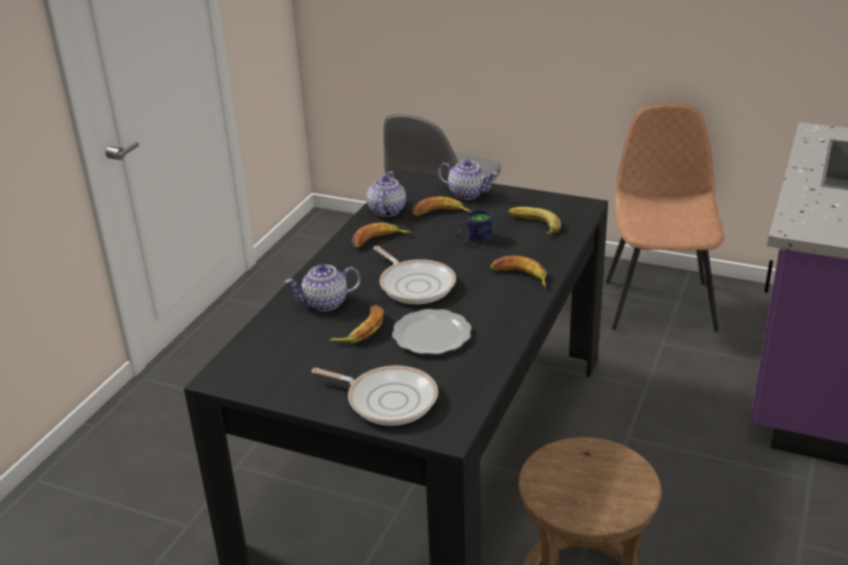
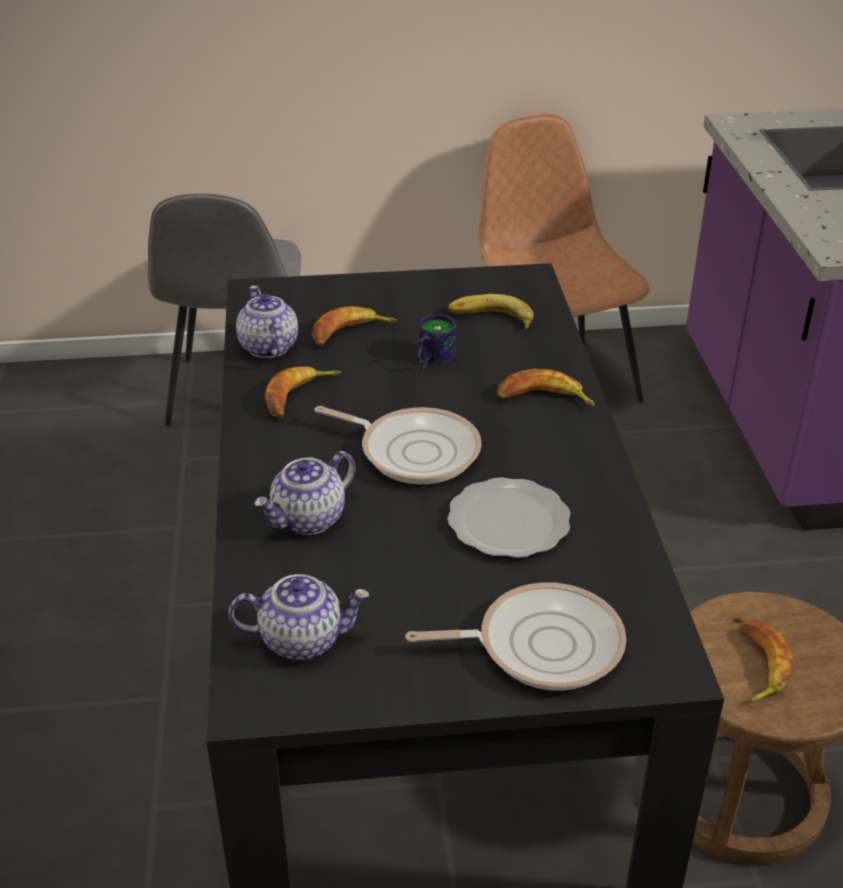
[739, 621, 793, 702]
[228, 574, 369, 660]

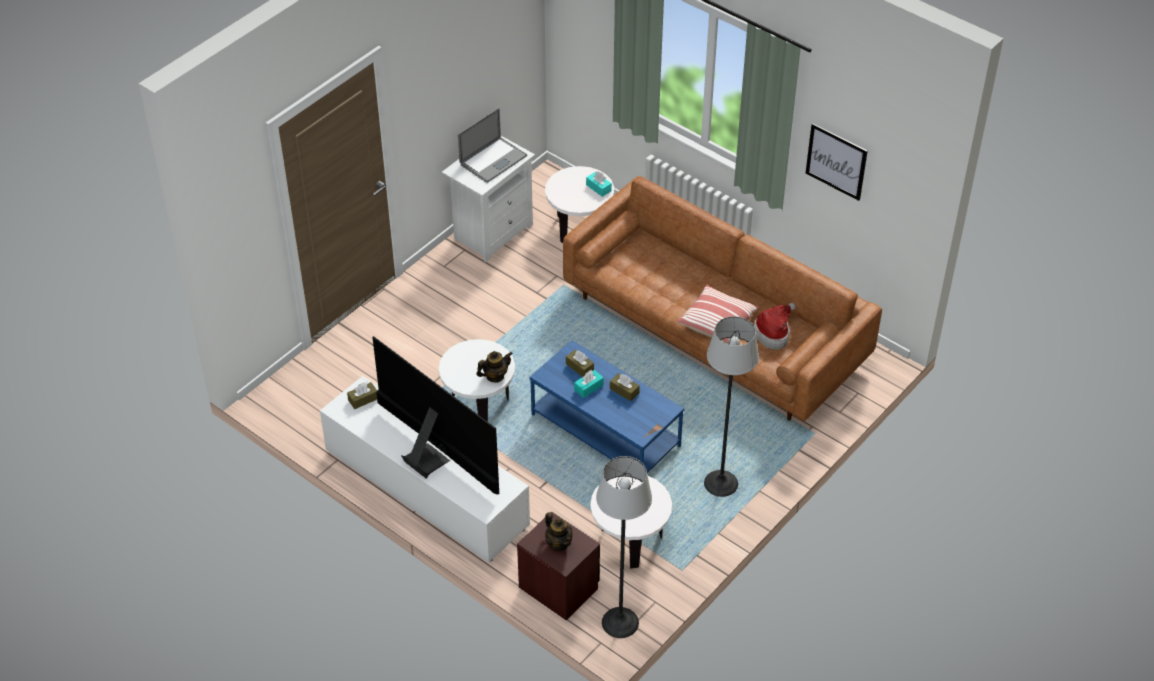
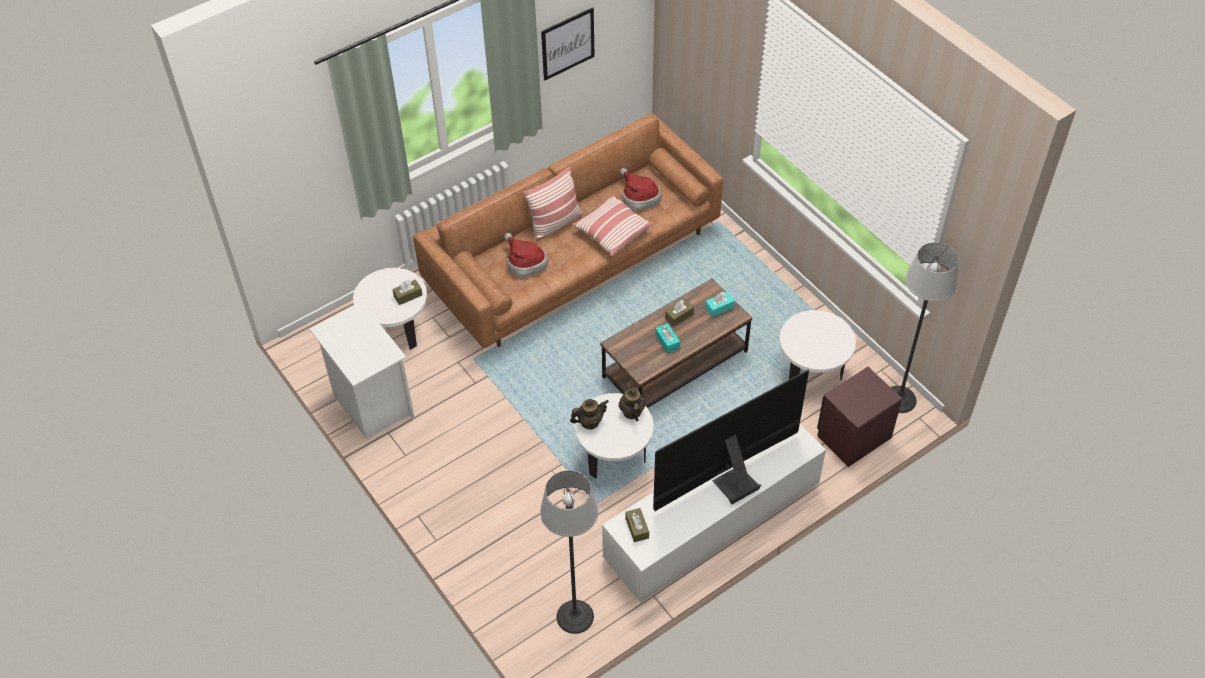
[458, 108, 527, 183] (first image)
[504, 233, 548, 279]
[523, 167, 583, 241]
[570, 399, 609, 430]
[392, 279, 422, 305]
[705, 292, 735, 317]
[540, 470, 599, 634]
[601, 279, 752, 408]

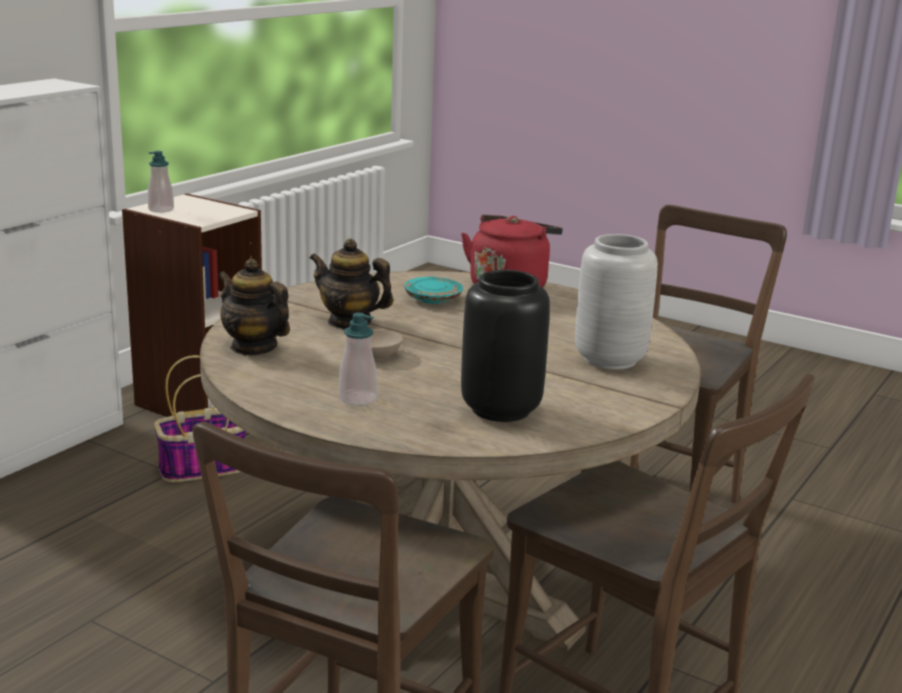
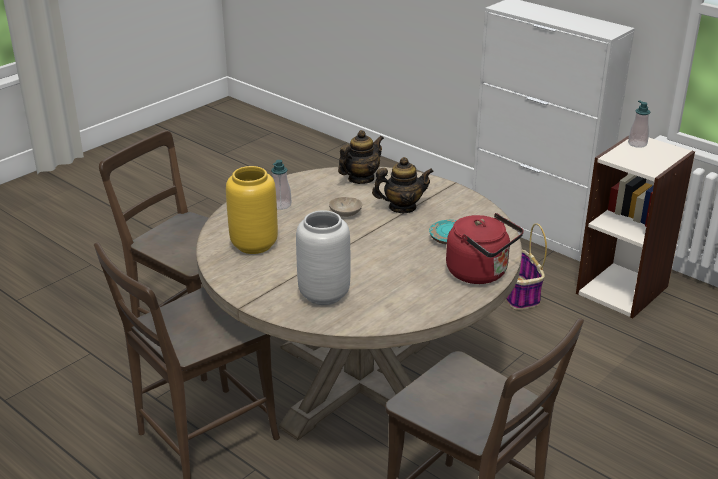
[226, 166, 278, 254]
[372, 157, 434, 213]

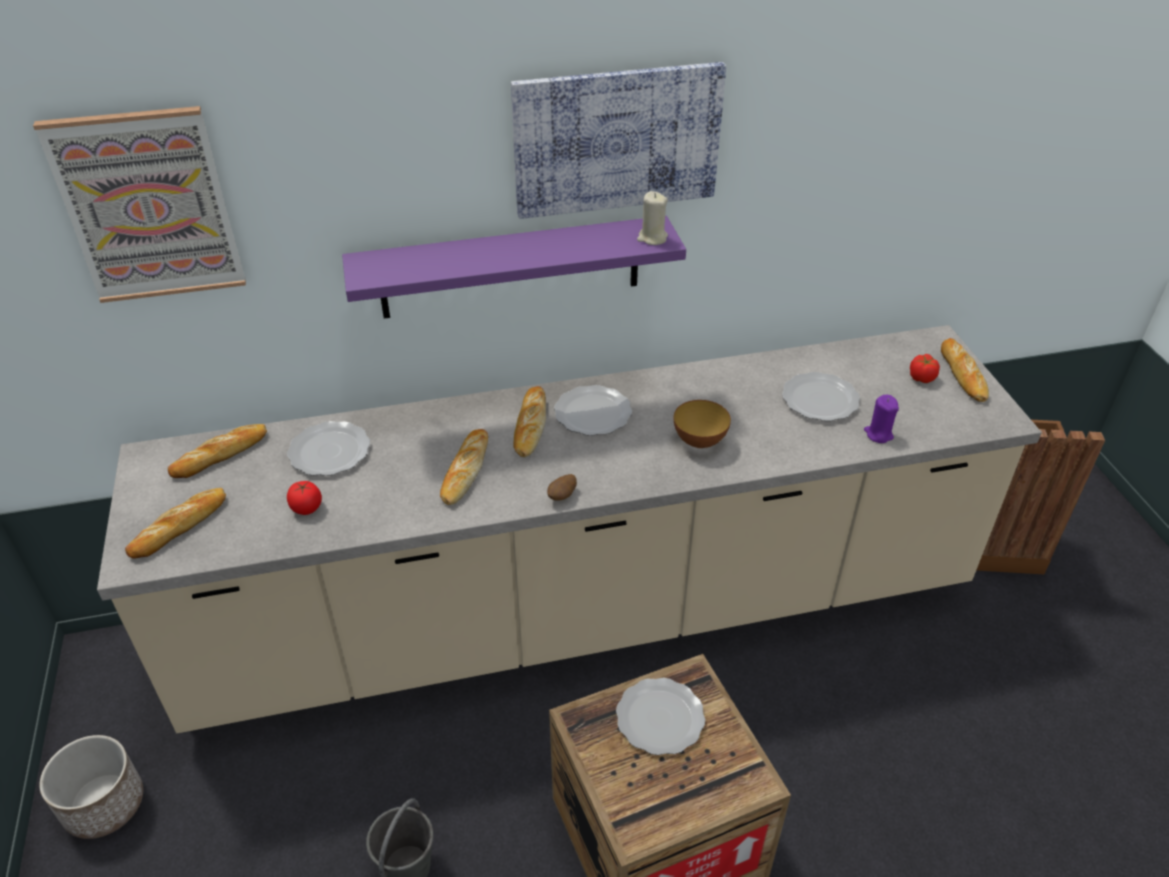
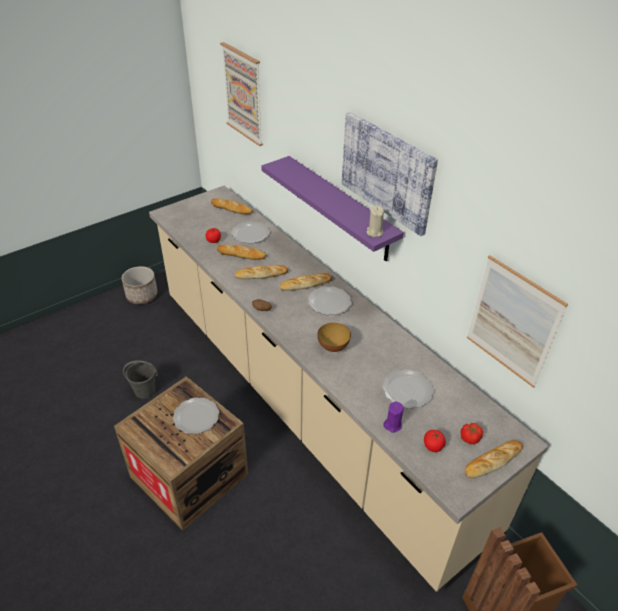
[424, 430, 446, 452]
[467, 255, 568, 388]
[217, 244, 267, 260]

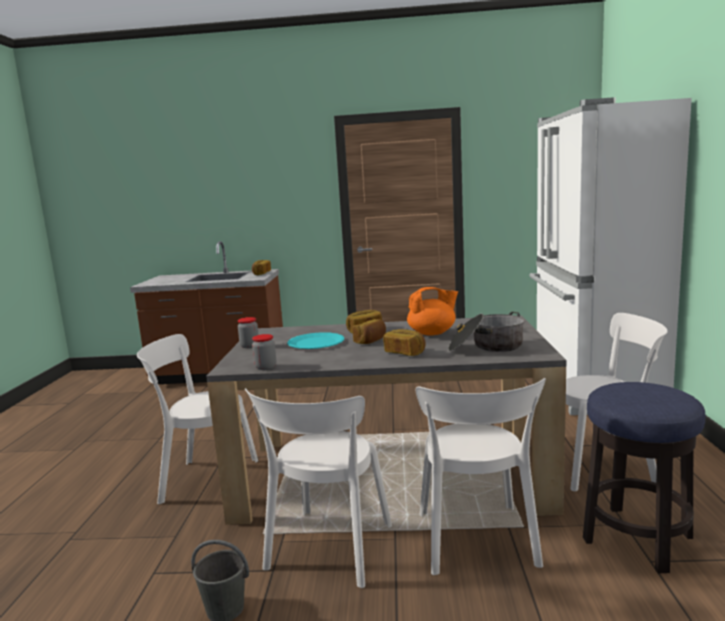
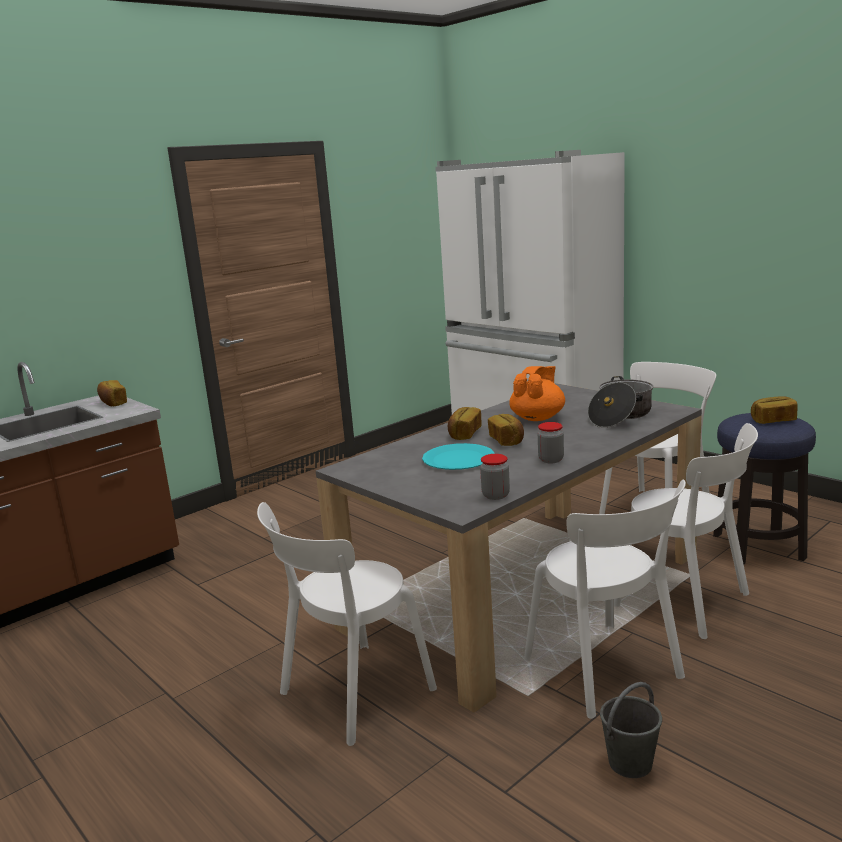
[538, 422, 564, 463]
[751, 396, 798, 424]

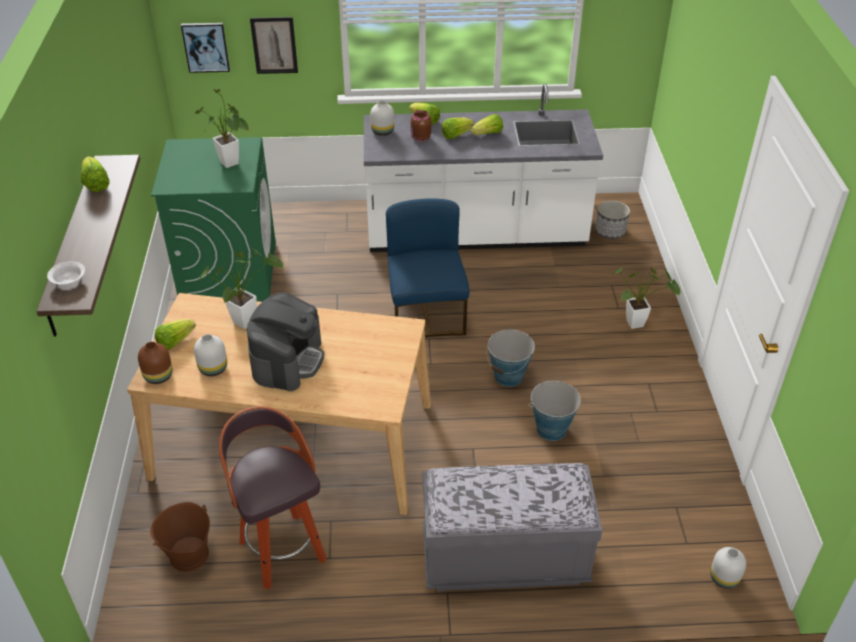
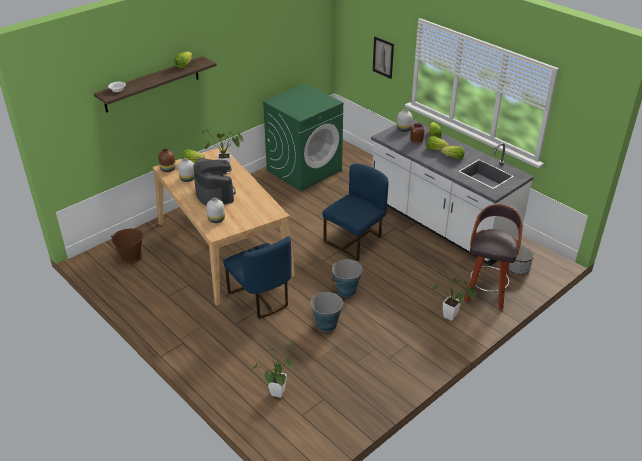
[181, 23, 230, 73] (first image)
[423, 463, 602, 591] (first image)
[223, 236, 292, 318]
[247, 341, 292, 398]
[465, 204, 523, 310]
[206, 198, 225, 223]
[194, 158, 236, 206]

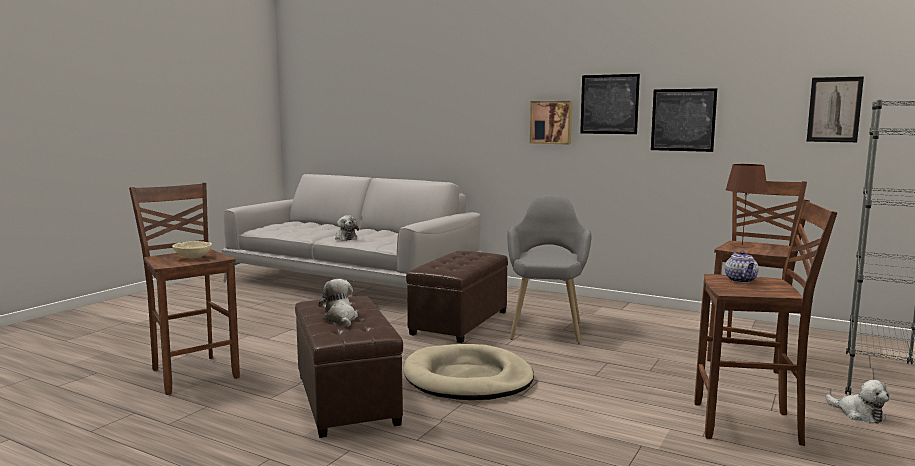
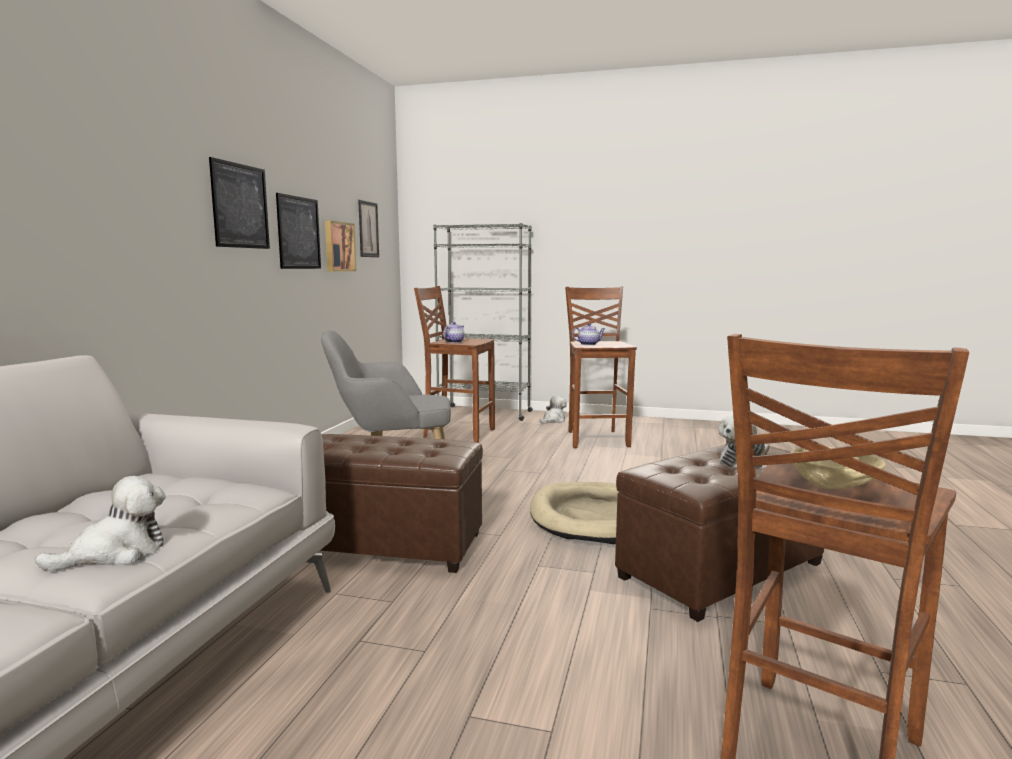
[325, 221, 356, 271]
[443, 322, 464, 343]

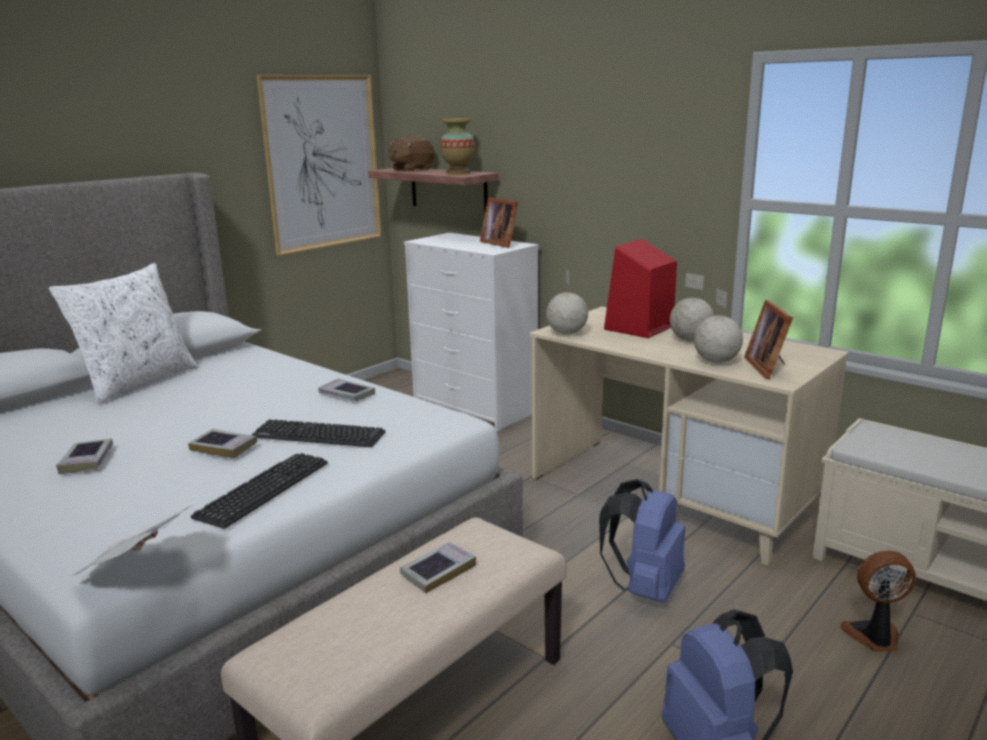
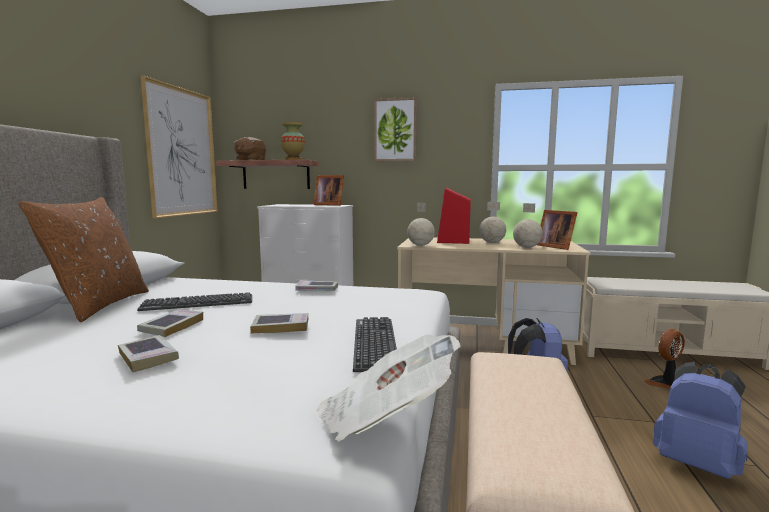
[374, 97, 417, 162]
[137, 292, 252, 311]
[137, 310, 203, 337]
[19, 197, 149, 322]

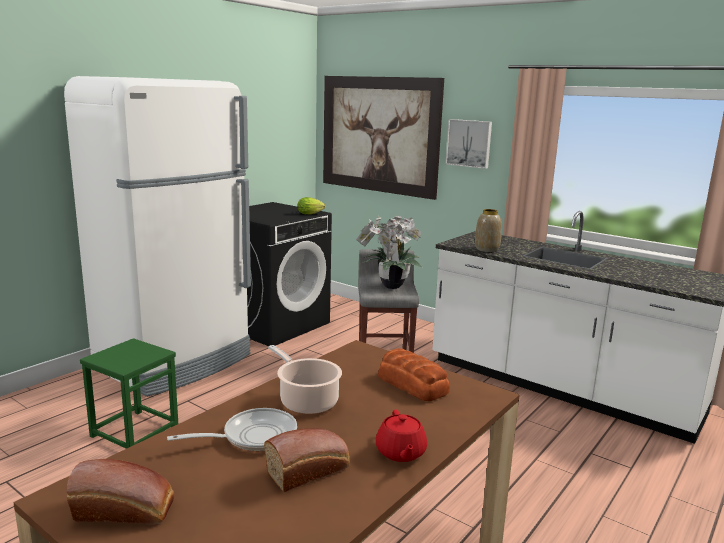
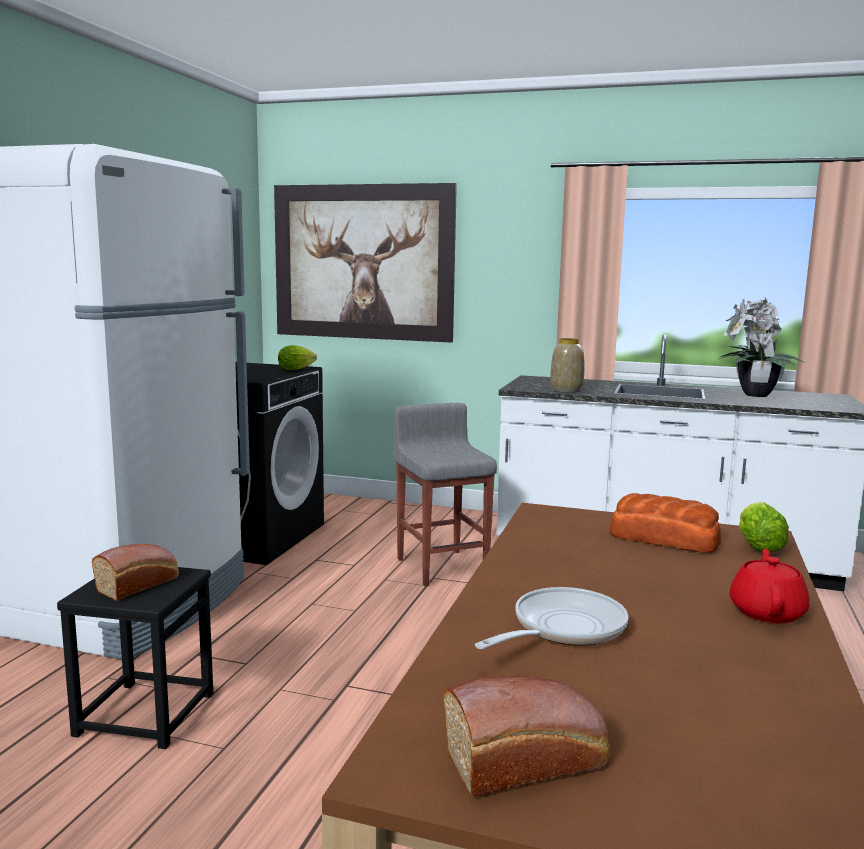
[268, 345, 342, 414] (first image)
[446, 119, 492, 169] (first image)
[739, 503, 789, 553]
[92, 544, 179, 601]
[718, 298, 805, 397]
[57, 567, 213, 749]
[730, 549, 810, 623]

